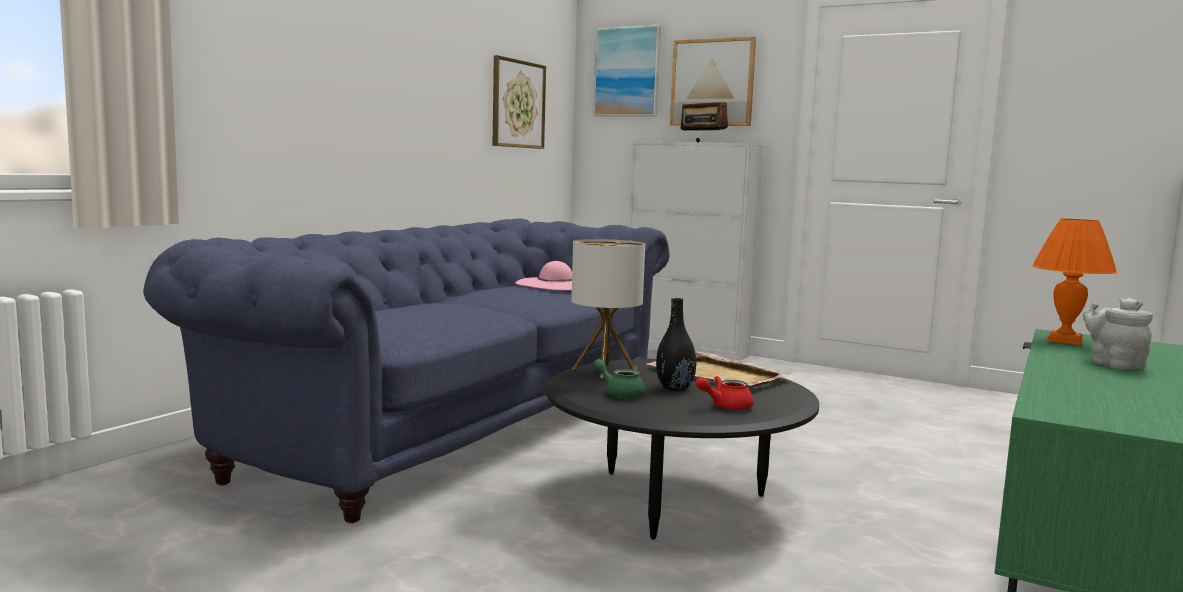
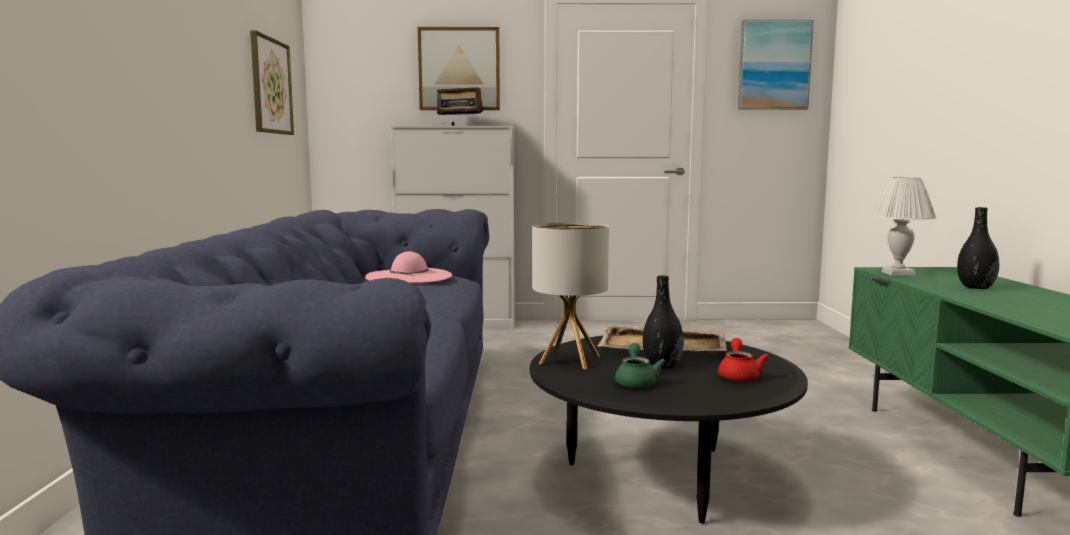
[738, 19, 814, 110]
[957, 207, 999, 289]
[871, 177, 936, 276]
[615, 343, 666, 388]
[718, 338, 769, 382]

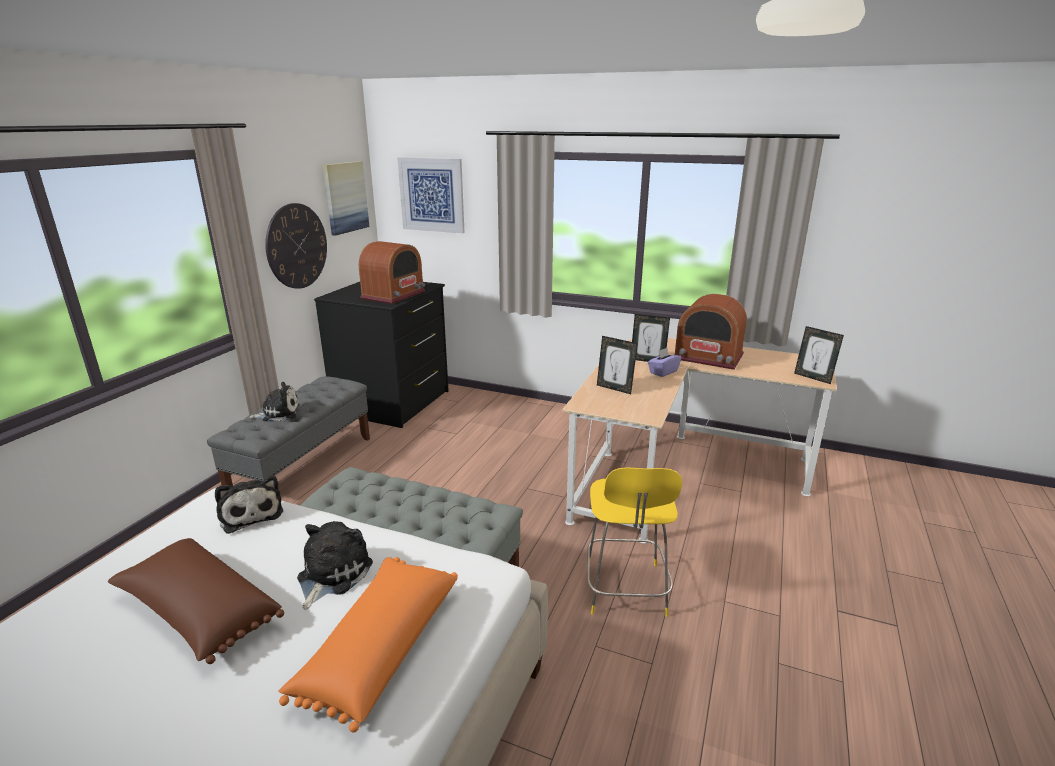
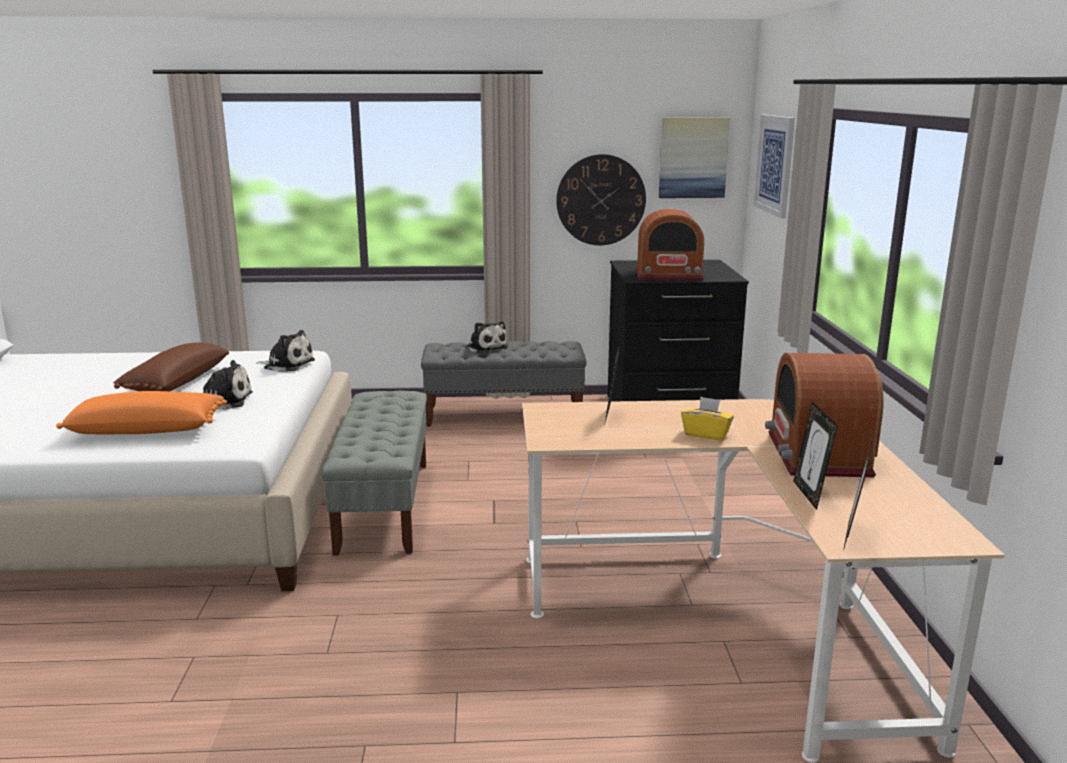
[587, 467, 682, 617] (first image)
[793, 402, 838, 510]
[681, 396, 734, 440]
[256, 330, 315, 372]

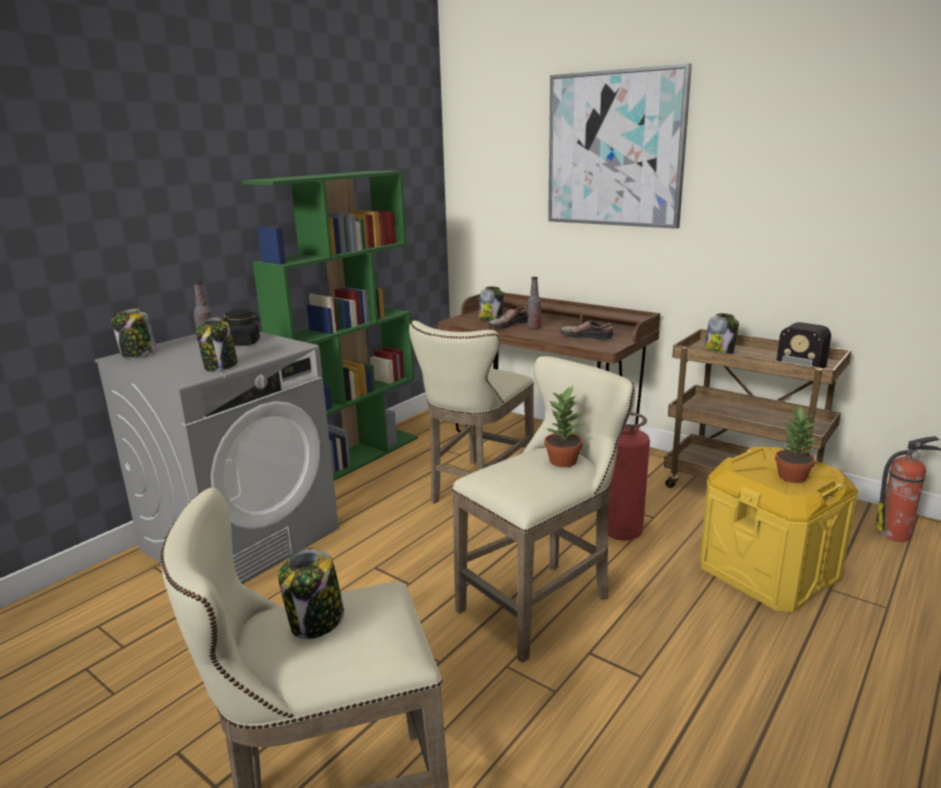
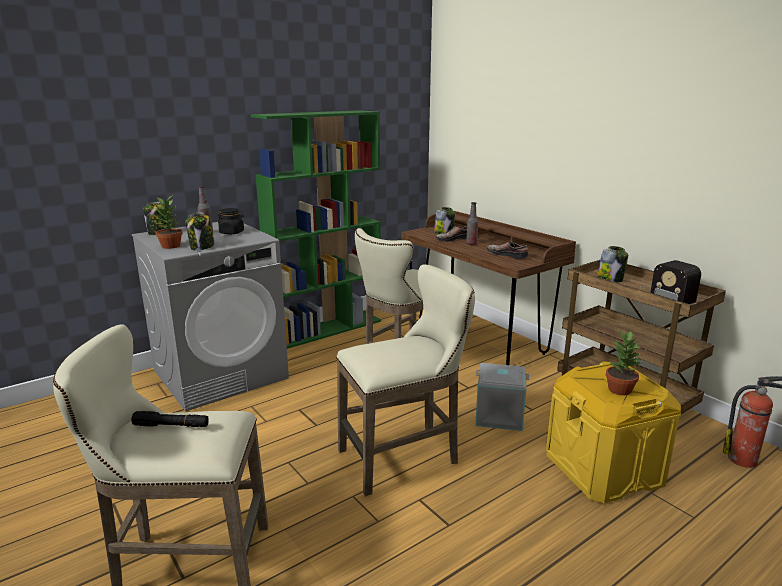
[548, 63, 692, 229] (first image)
[154, 196, 183, 249]
[131, 411, 209, 427]
[475, 363, 529, 431]

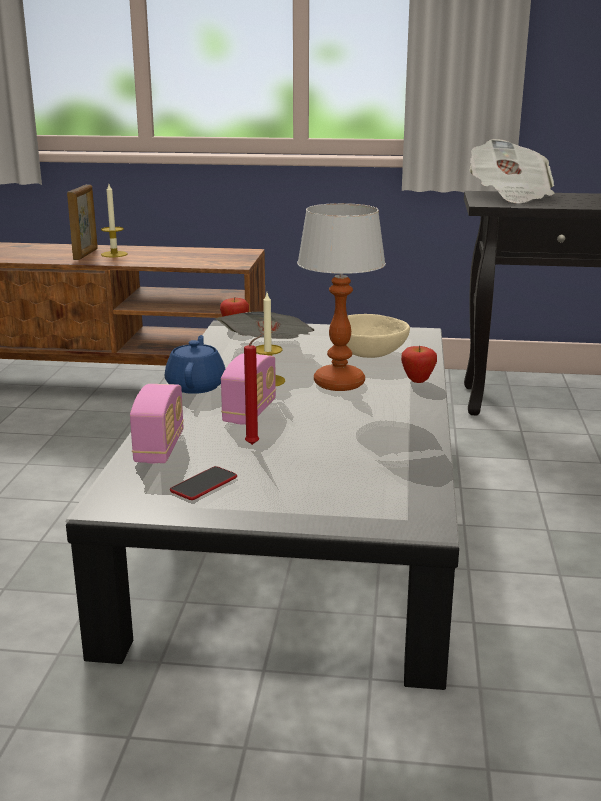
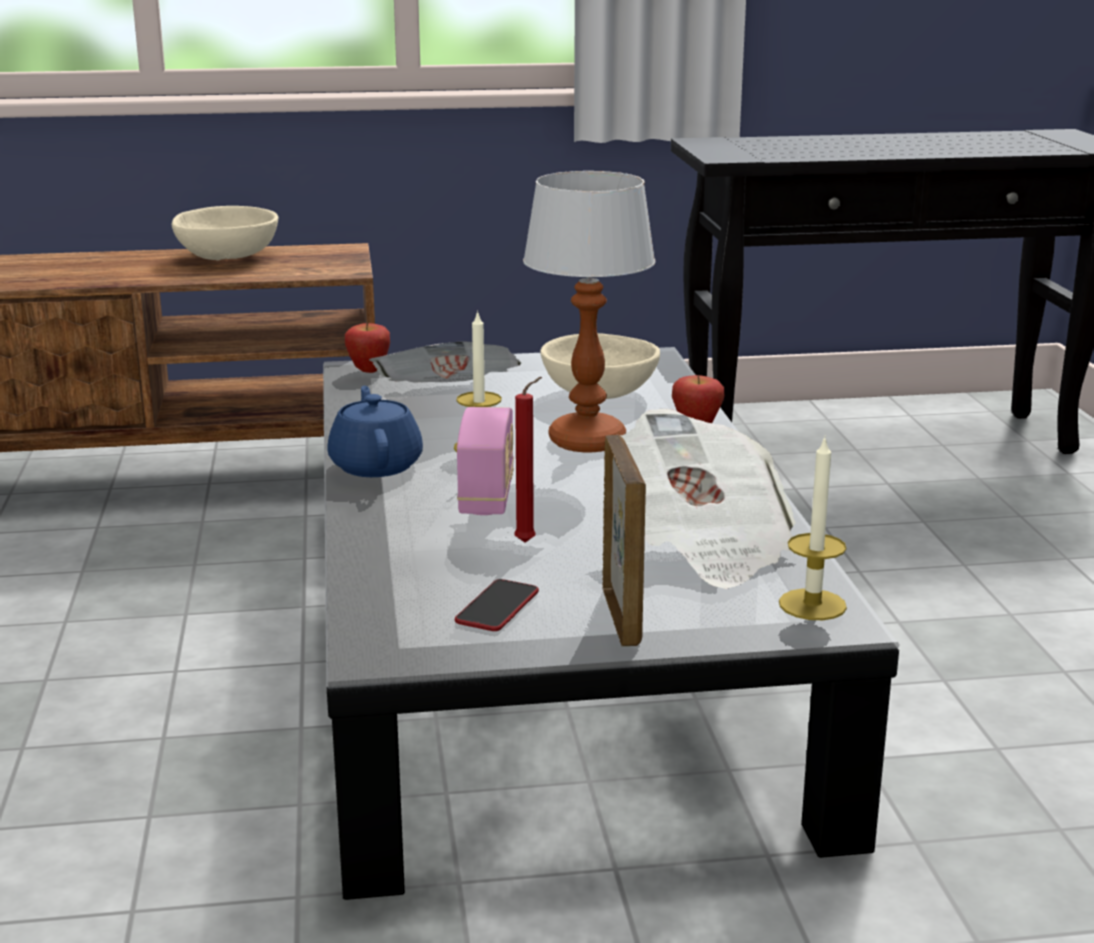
[130, 384, 184, 463] (first image)
[171, 206, 278, 260]
[602, 435, 646, 646]
[779, 435, 847, 620]
[620, 409, 796, 589]

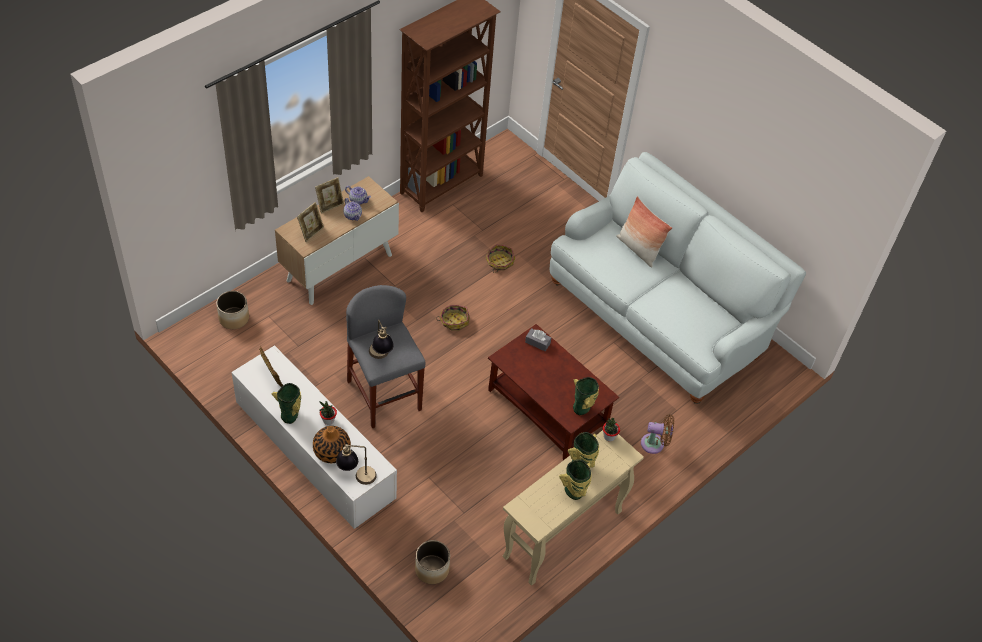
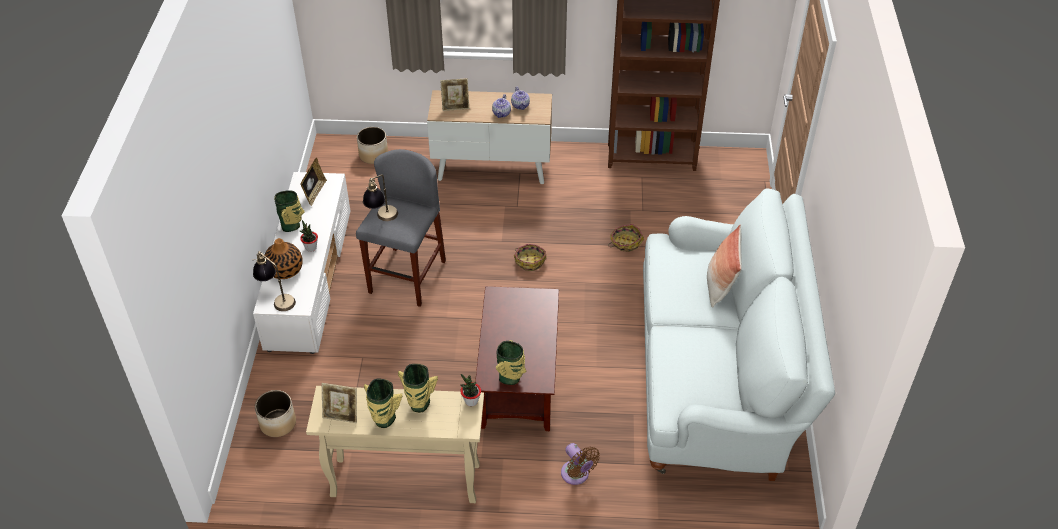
[525, 328, 552, 351] (first image)
[322, 383, 357, 423]

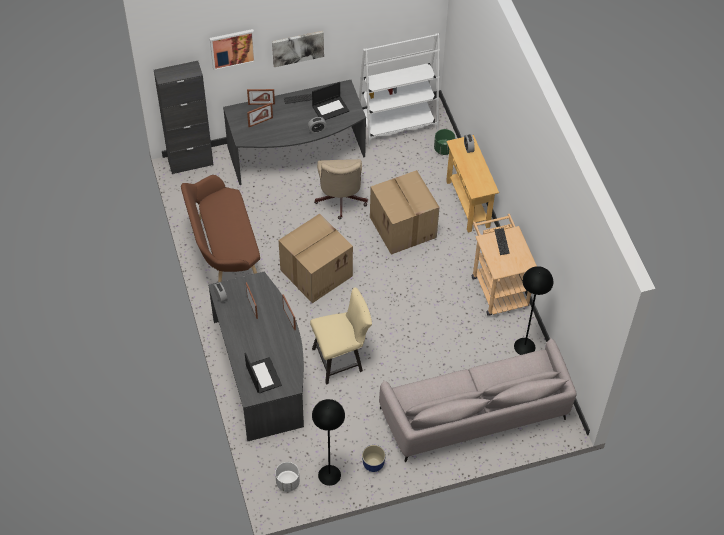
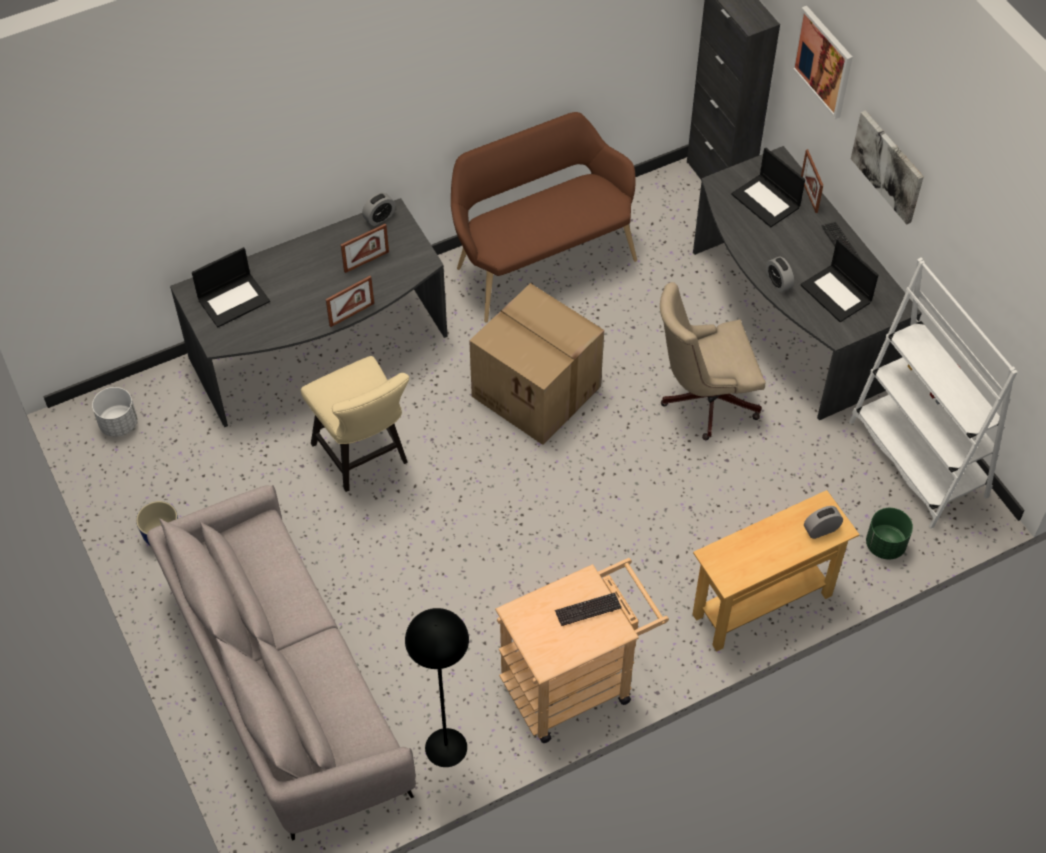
[312, 399, 345, 486] (first image)
[370, 170, 440, 254] (first image)
[731, 147, 805, 227]

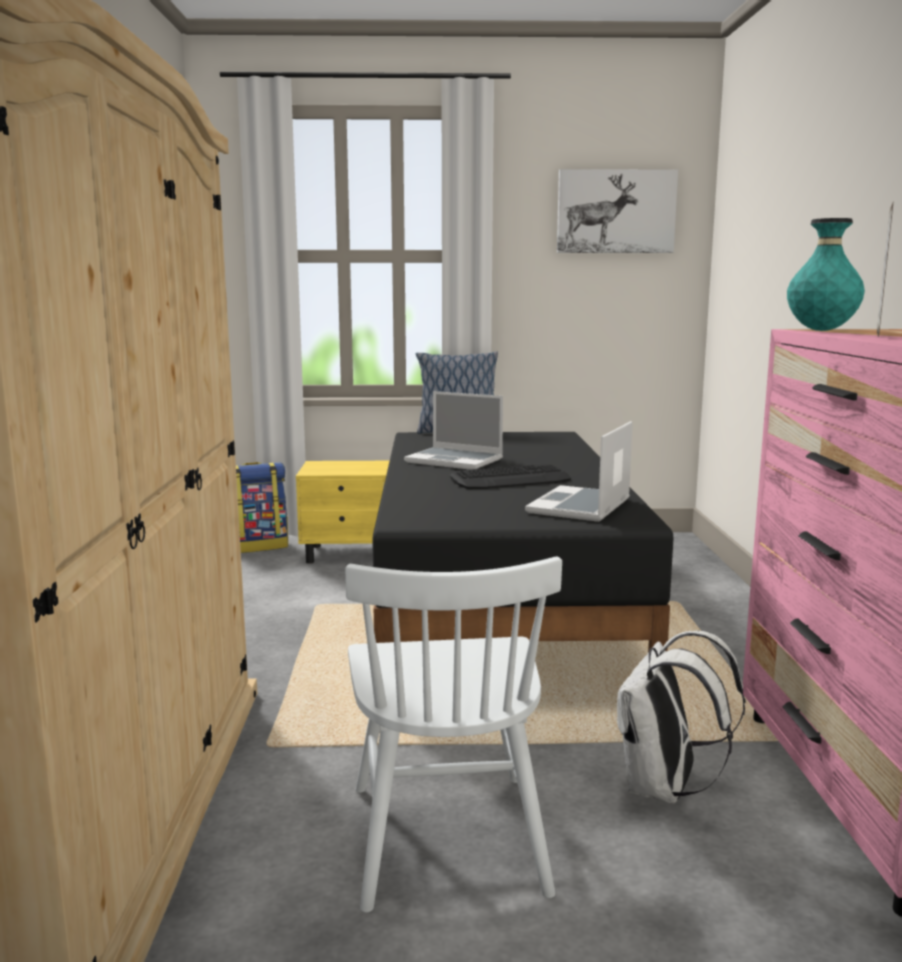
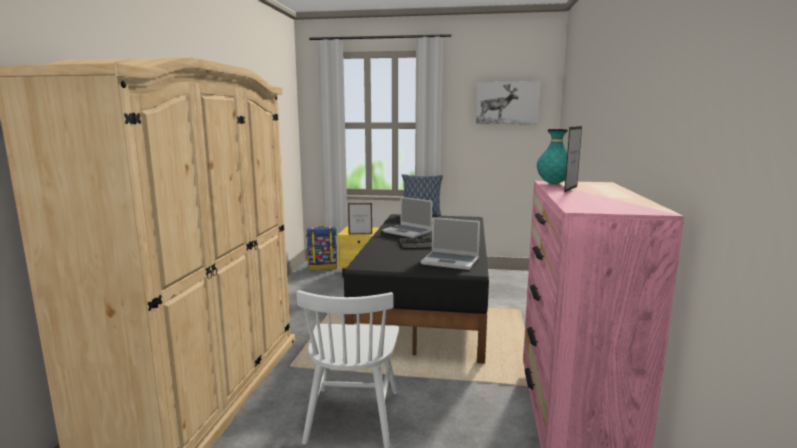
[617, 630, 746, 804] (first image)
[348, 203, 372, 235]
[420, 217, 480, 270]

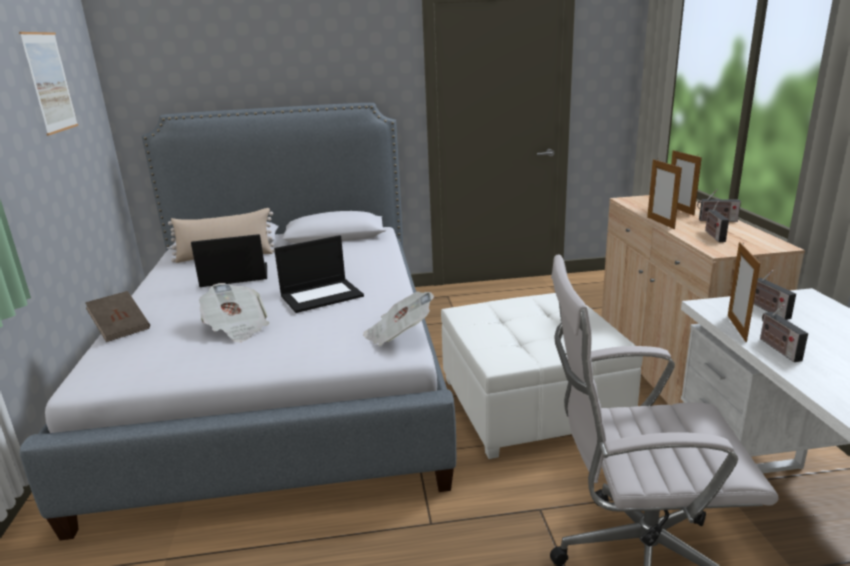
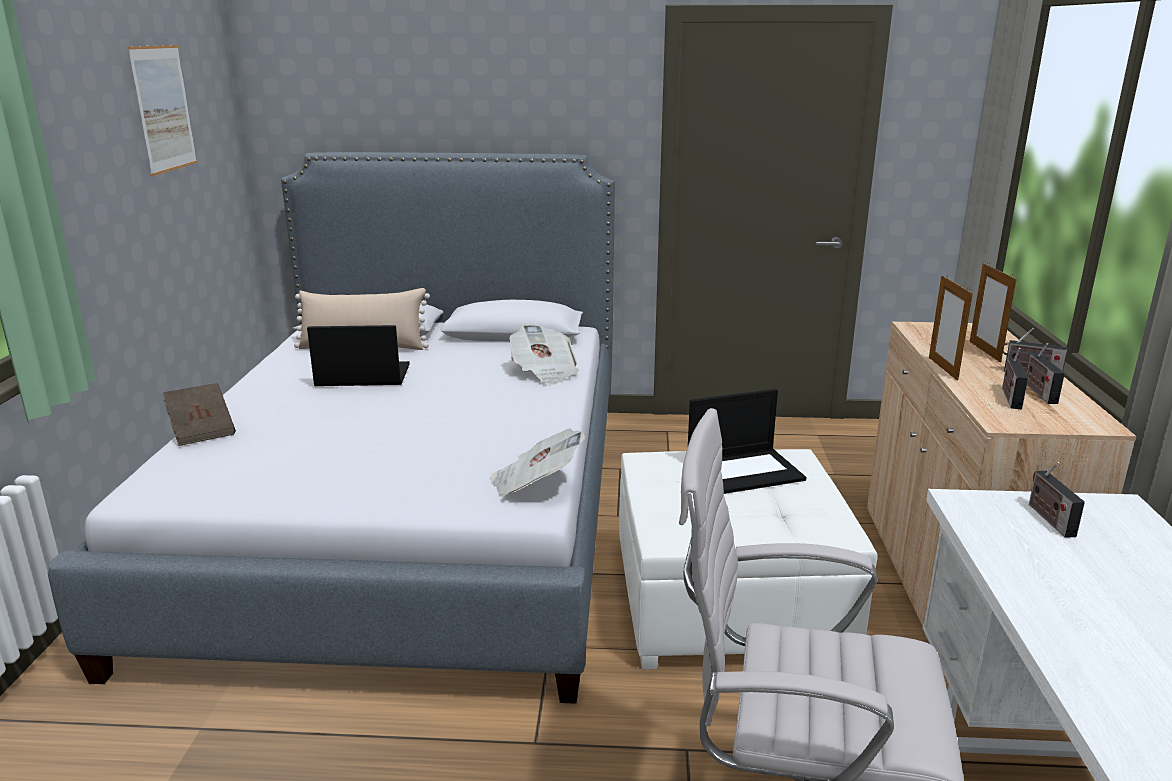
[728, 242, 760, 342] (first image)
[509, 324, 579, 386]
[688, 389, 807, 494]
[1026, 343, 1065, 404]

